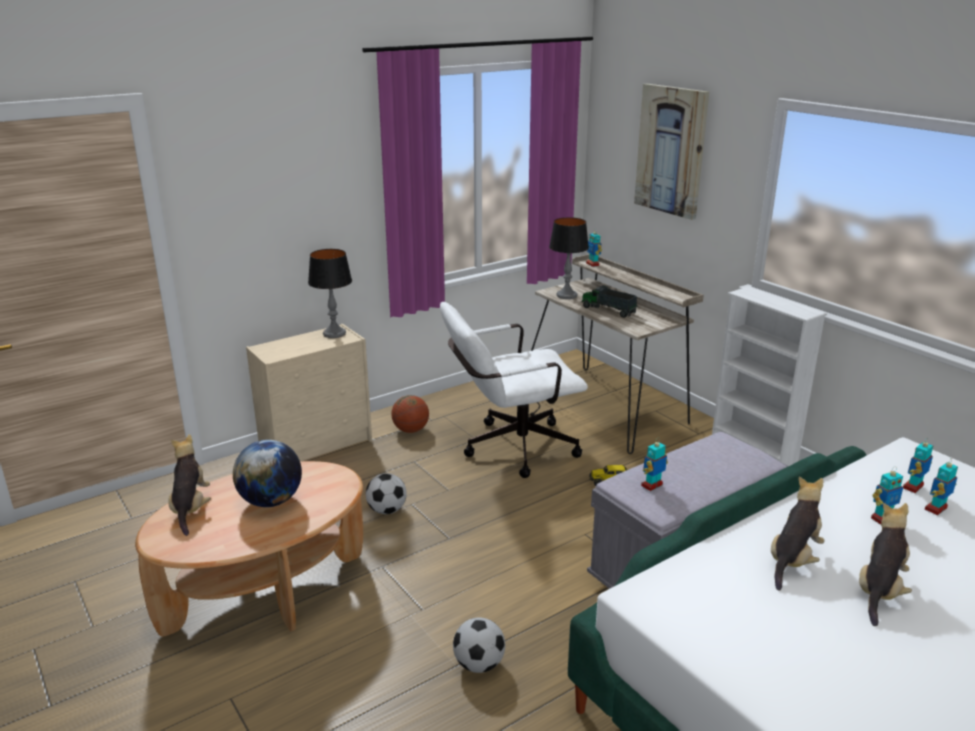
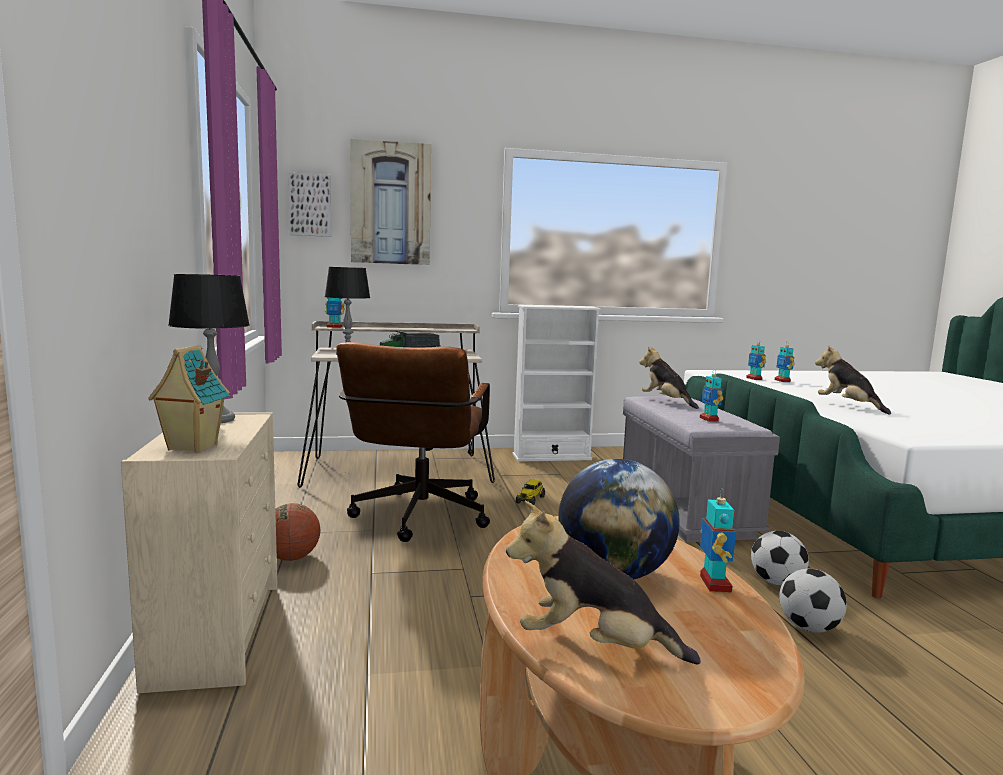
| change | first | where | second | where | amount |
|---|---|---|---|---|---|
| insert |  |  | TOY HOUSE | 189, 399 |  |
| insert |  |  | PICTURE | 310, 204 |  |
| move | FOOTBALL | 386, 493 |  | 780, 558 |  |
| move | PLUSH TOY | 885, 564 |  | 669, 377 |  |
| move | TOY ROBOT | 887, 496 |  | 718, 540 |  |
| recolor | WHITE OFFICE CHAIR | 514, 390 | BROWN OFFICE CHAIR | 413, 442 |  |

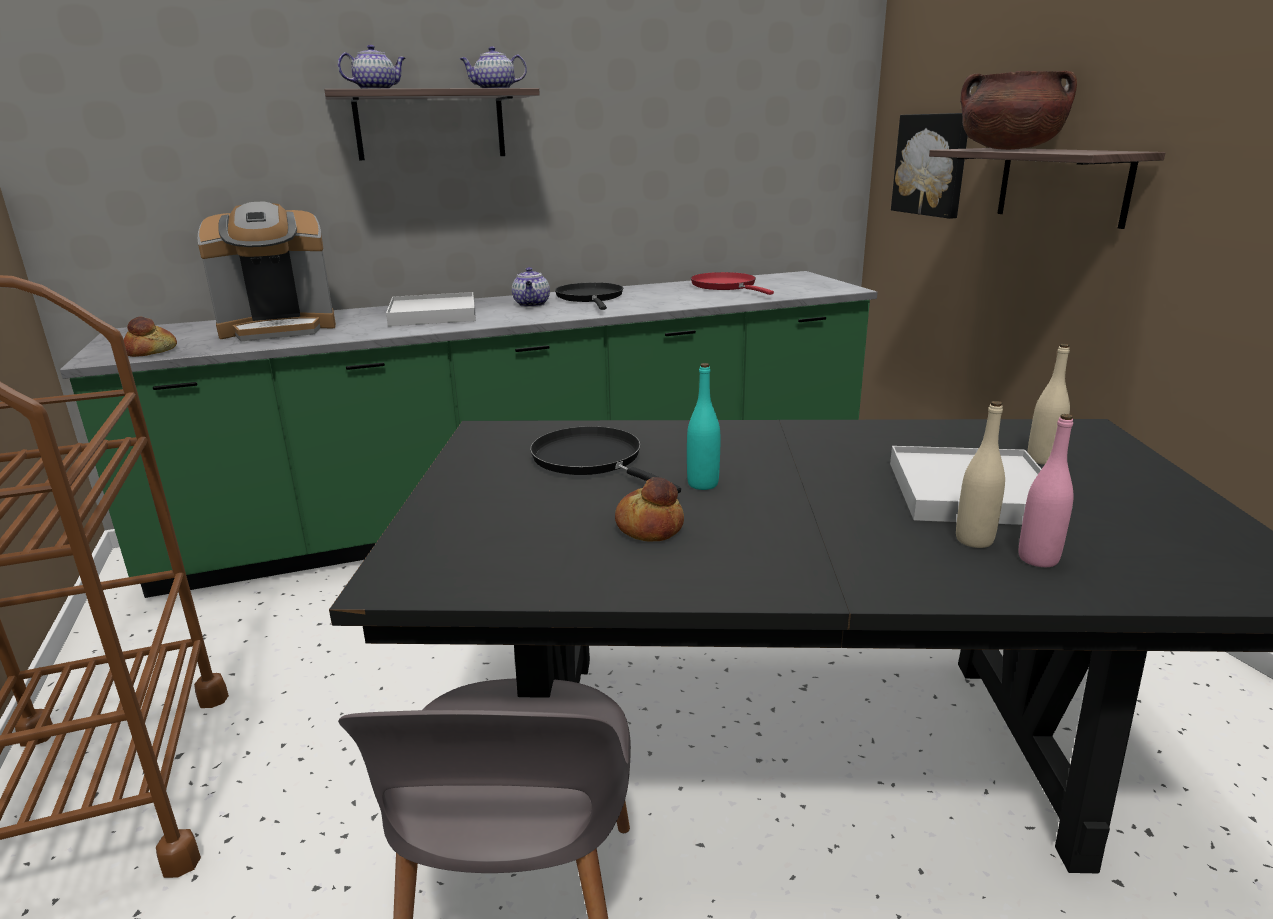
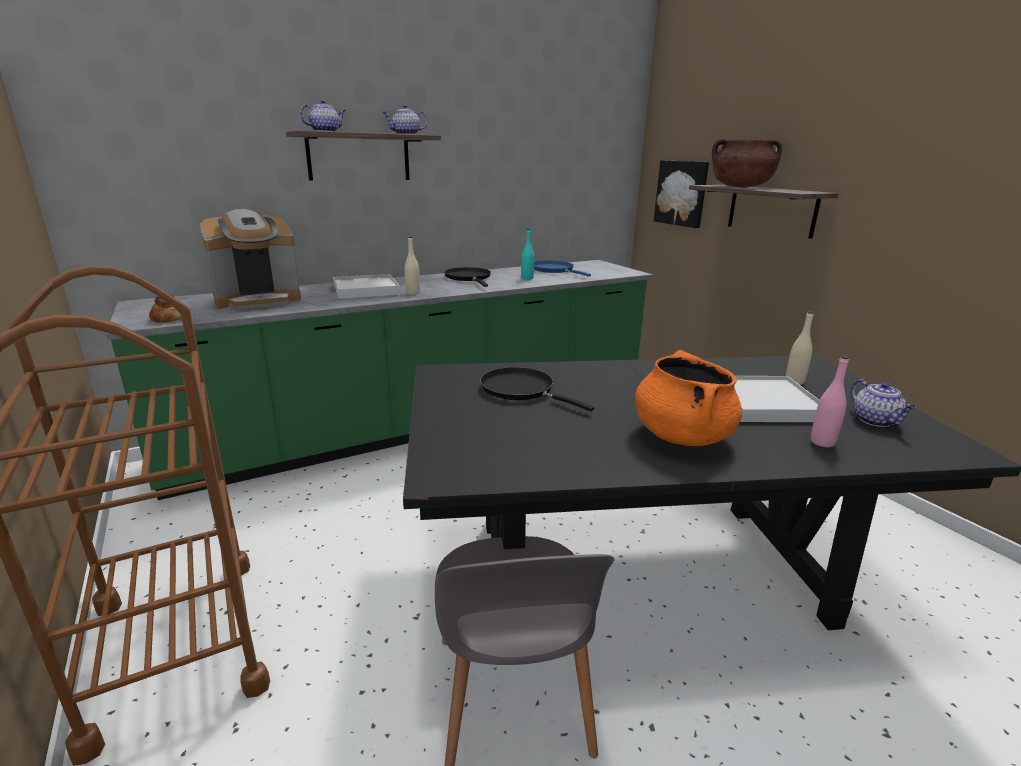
| change | first | where | second | where | amount |
|---|---|---|---|---|---|
| delete | BREAD | 649, 509 |  |  |  |
| insert |  |  | ORANGE COOKING POT | 688, 398 |  |
| move | TEAPOT | 531, 287 |  | 883, 403 |  |
| move | TURQUOISE BOTTLE | 703, 426 |  | 527, 254 |  |
| move | BEIGE BOTTLE | 980, 474 |  | 412, 266 |  |
| recolor | RED FRYING PAN | 732, 283 | BLUE FRYING PAN | 562, 269 |  |

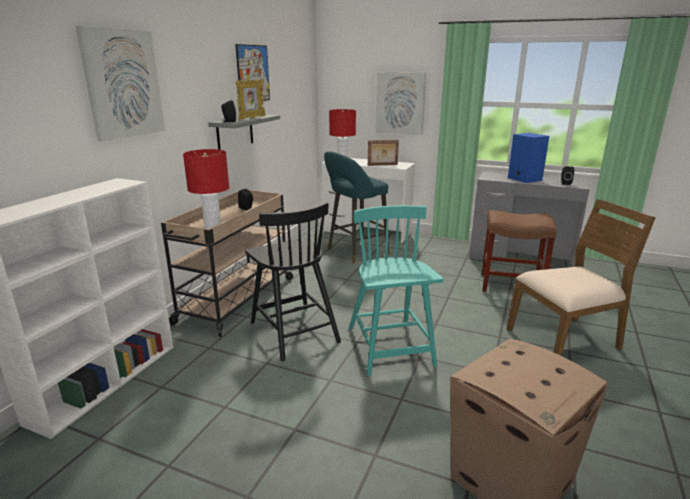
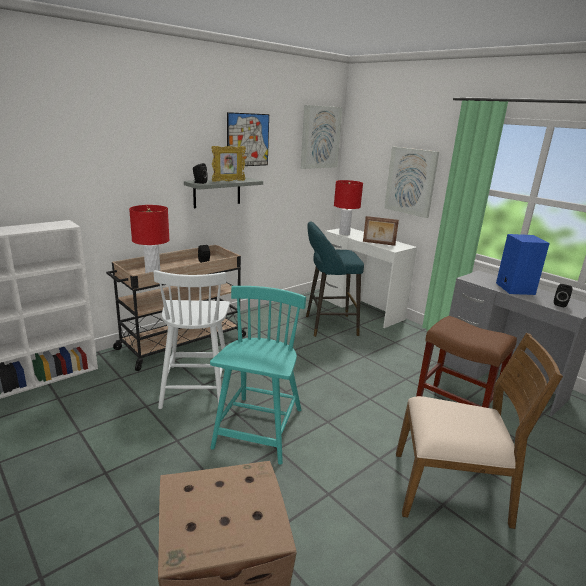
| change | first | where | second | where | amount |
|---|---|---|---|---|---|
| move | PICTURE | 120, 84 |  | 321, 137 |  |
| recolor | BLACK CHAIR | 293, 281 | WHITE CHAIR | 191, 339 |  |

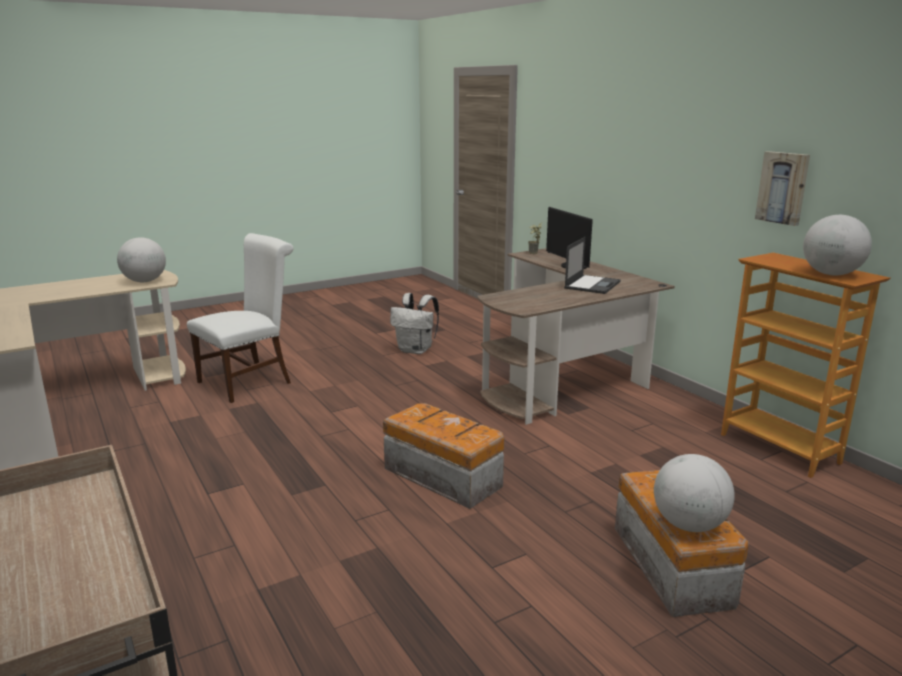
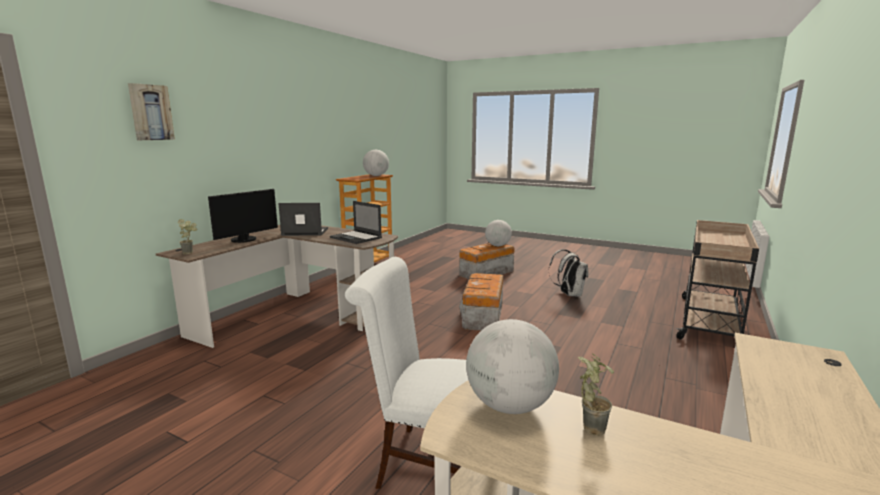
| change | first | where | second | where | amount |
|---|---|---|---|---|---|
| insert |  |  | LAPTOP | 356, 222 |  |
| insert |  |  | POTTED PLANT | 596, 394 |  |
| move | WHITE BACKPACK | 414, 323 |  | 568, 273 |  |
| move | PICTURE | 782, 188 |  | 151, 111 |  |

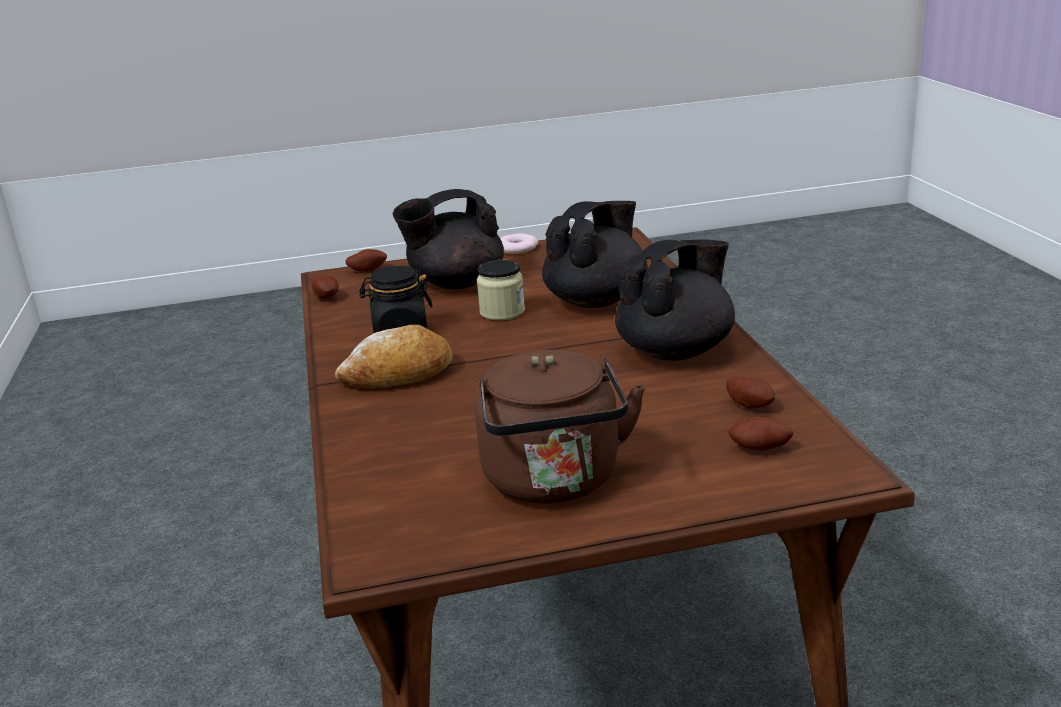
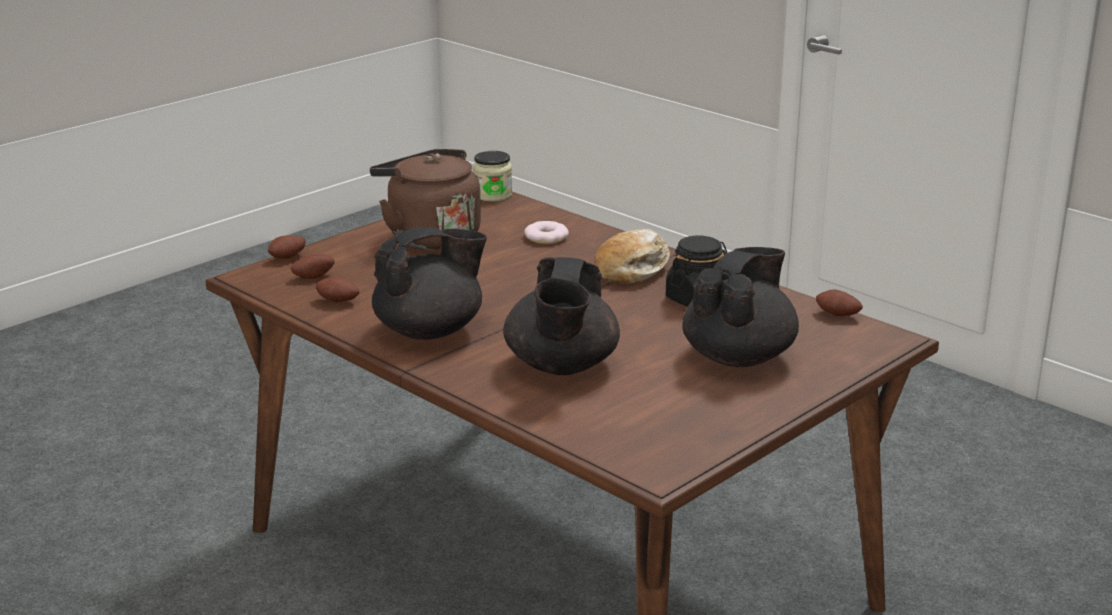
| change | first | where | second | where | amount |
|---|---|---|---|---|---|
| move | POTATO | 366, 260 |  | 287, 247 |  |
| move | JAR | 501, 290 |  | 492, 176 |  |
| move | DONUT | 519, 243 |  | 546, 232 |  |
| rotate | BLACK TEAPOT | 675, 300 |  | 429, 283 | 135 degrees counterclockwise |

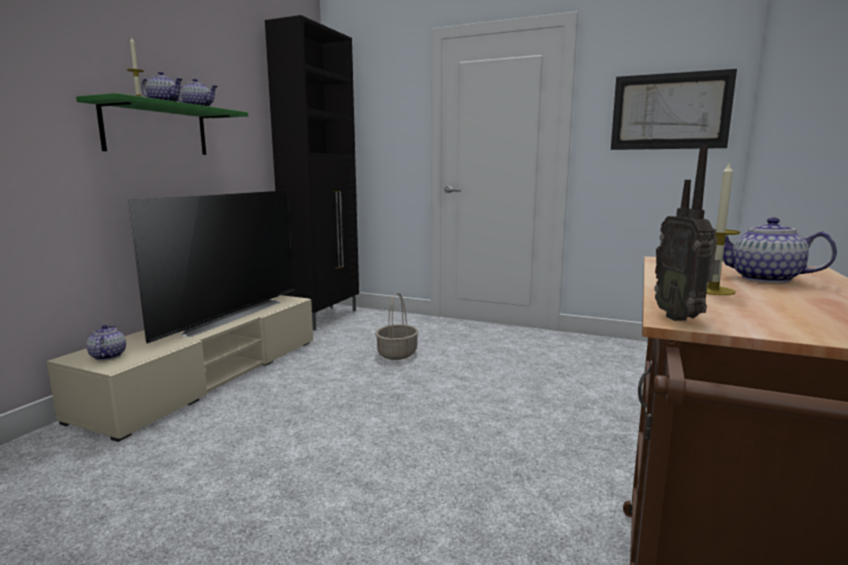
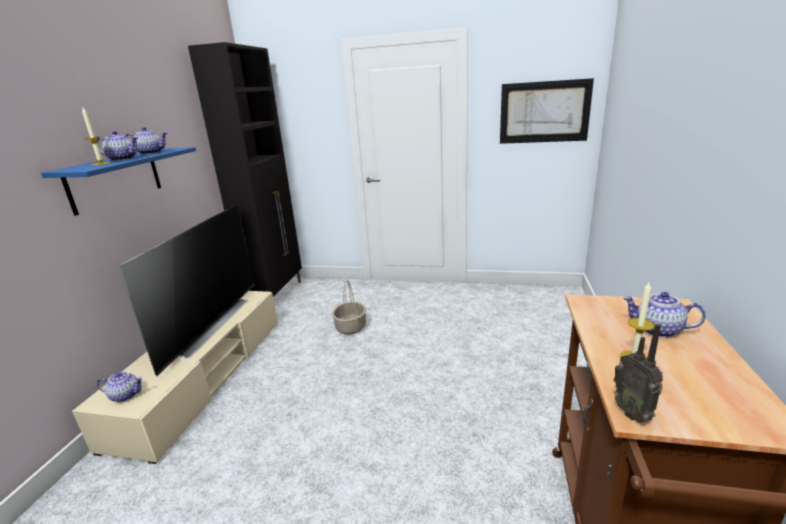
| change | first | where | second | where | amount |
|---|---|---|---|---|---|
| recolor | GREEN SHELF | 162, 124 | BLUE SHELF | 118, 181 |  |
| rotate | TEAPOT | 106, 342 |  | 120, 387 | 120 degrees clockwise |

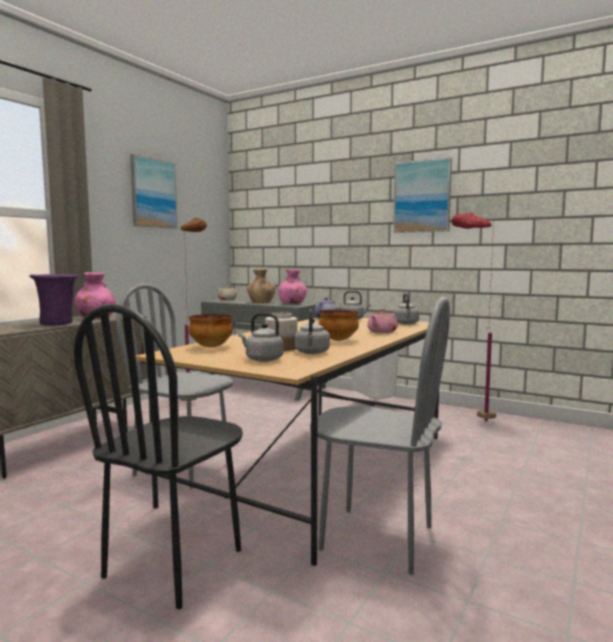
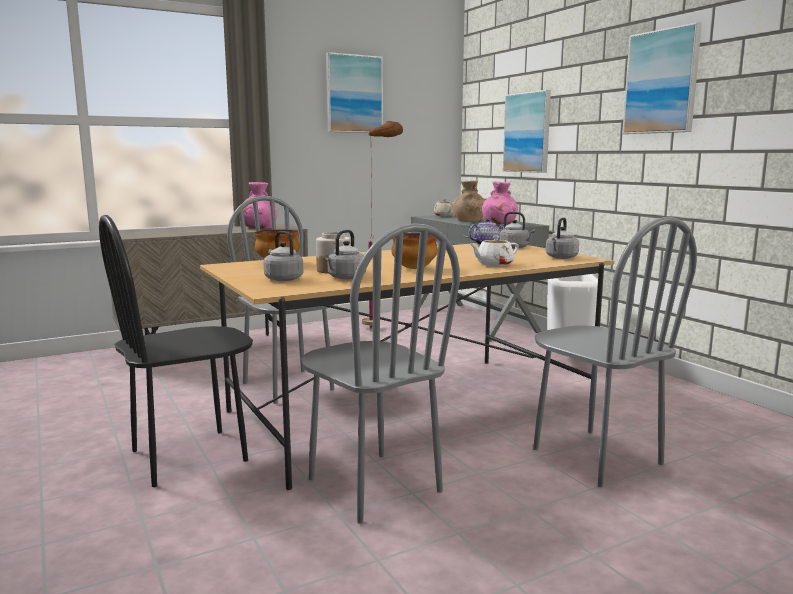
| change | first | where | second | where | amount |
|---|---|---|---|---|---|
| delete | PURPLE VASE | 54, 299 |  |  |  |
| delete | RED FLOOR LAMP | 474, 317 |  |  |  |
| insert |  |  | PICTURE | 527, 131 |  |
| insert |  |  | GREY CHAIR | 615, 352 |  |
| recolor | PINK TEAPOT | 382, 321 | WHITE TEAPOT | 494, 251 |  |

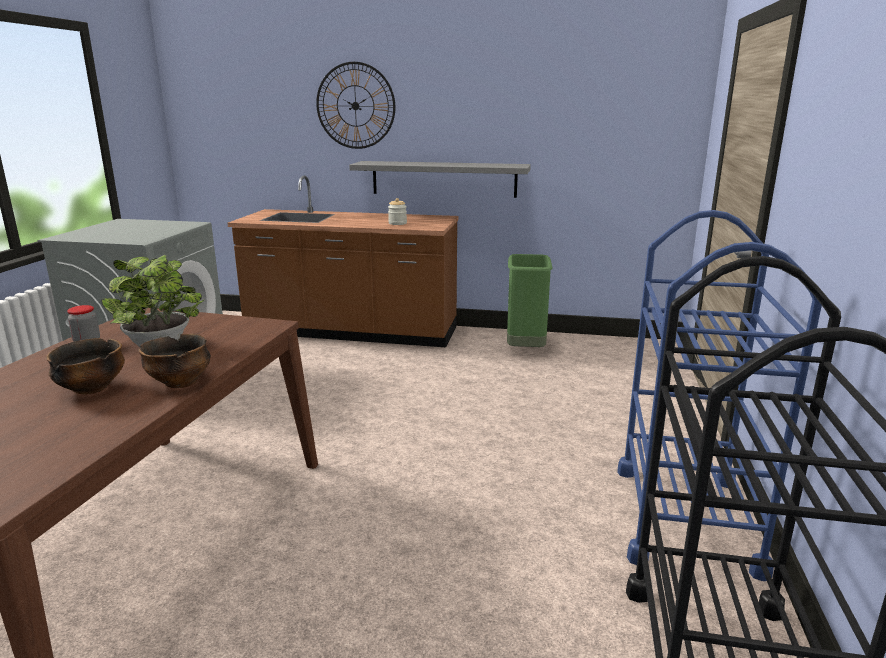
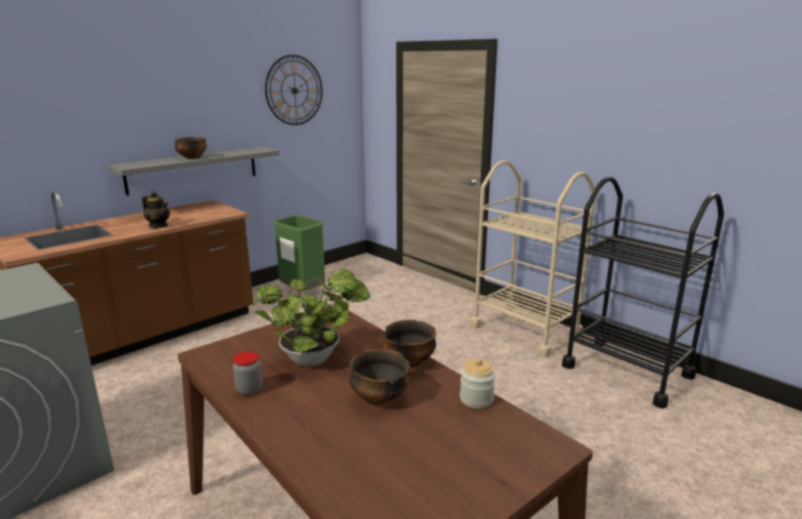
| change | first | where | second | where | amount |
|---|---|---|---|---|---|
| insert |  |  | TEAPOT | 156, 209 |  |
| insert |  |  | BOWL | 191, 148 |  |
| move | WALL CLOCK | 355, 105 |  | 294, 90 |  |
| move | JAR | 397, 211 |  | 478, 383 |  |
| recolor | BLUE CART | 719, 395 | BEIGE CART | 533, 259 |  |

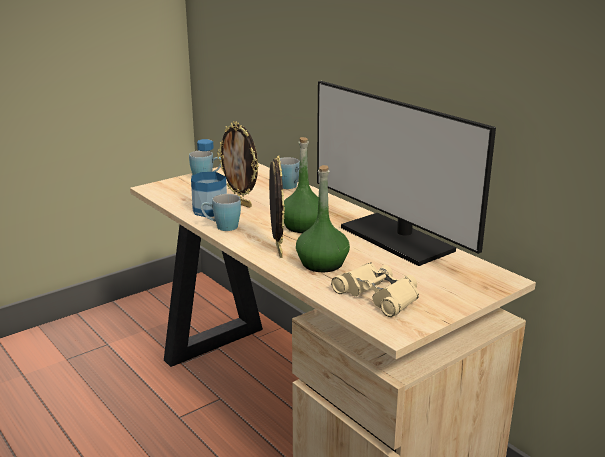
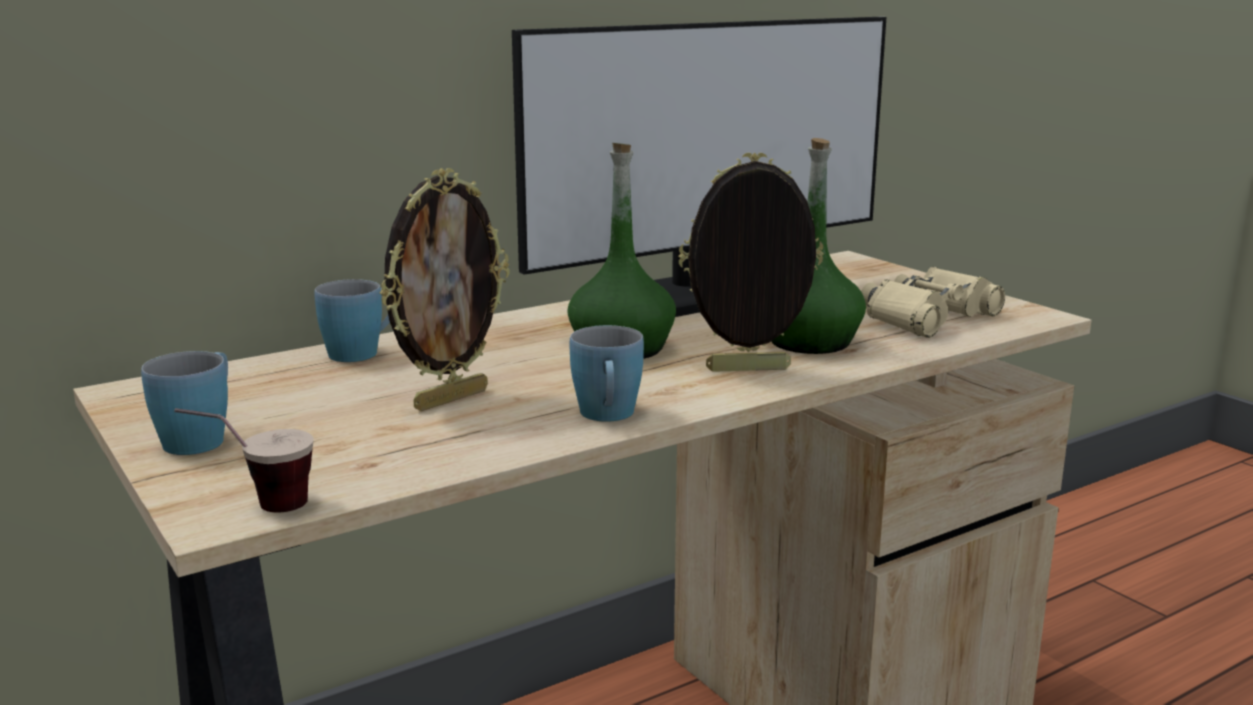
| change | first | where | second | where | amount |
|---|---|---|---|---|---|
| delete | BOTTLE | 209, 178 |  |  |  |
| insert |  |  | CUP | 244, 460 |  |

